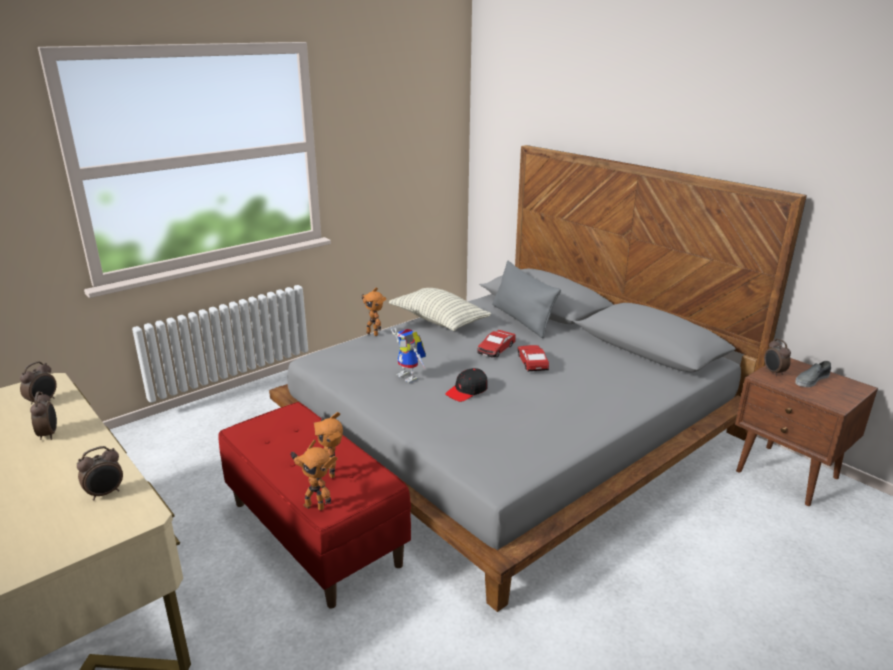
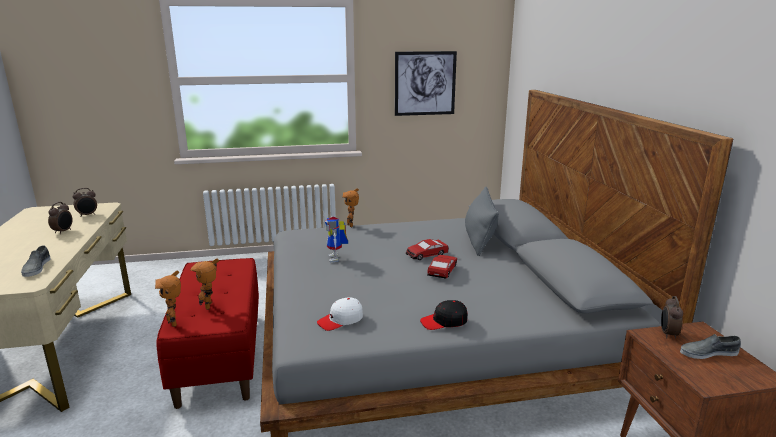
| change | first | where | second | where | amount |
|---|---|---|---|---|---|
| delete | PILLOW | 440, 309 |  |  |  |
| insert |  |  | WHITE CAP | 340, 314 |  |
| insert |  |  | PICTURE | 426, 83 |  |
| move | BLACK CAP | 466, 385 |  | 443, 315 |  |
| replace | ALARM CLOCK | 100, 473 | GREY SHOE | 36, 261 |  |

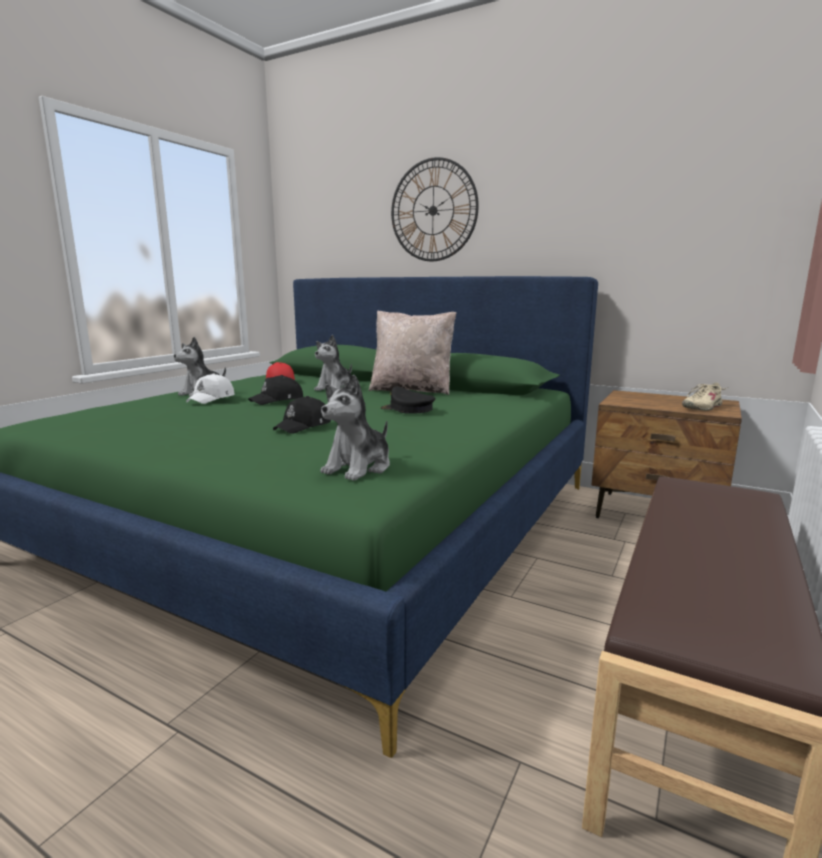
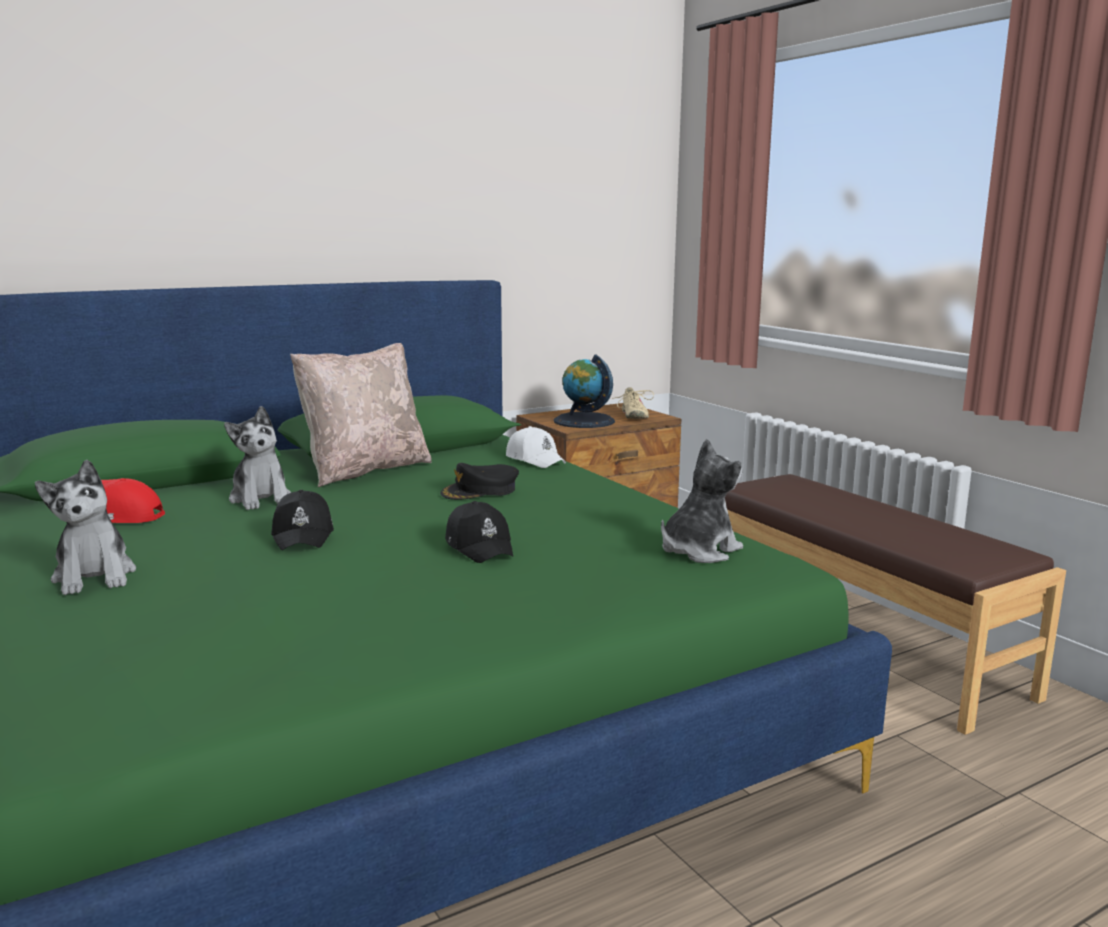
| change | first | where | second | where | amount |
|---|---|---|---|---|---|
| delete | WALL CLOCK | 435, 209 |  |  |  |
| insert |  |  | GLOBE | 584, 391 |  |
| move | WHITE CAP | 210, 388 |  | 536, 447 |  |
| rotate | PLUSH TOY | 355, 428 |  | 702, 501 | 105 degrees counterclockwise |

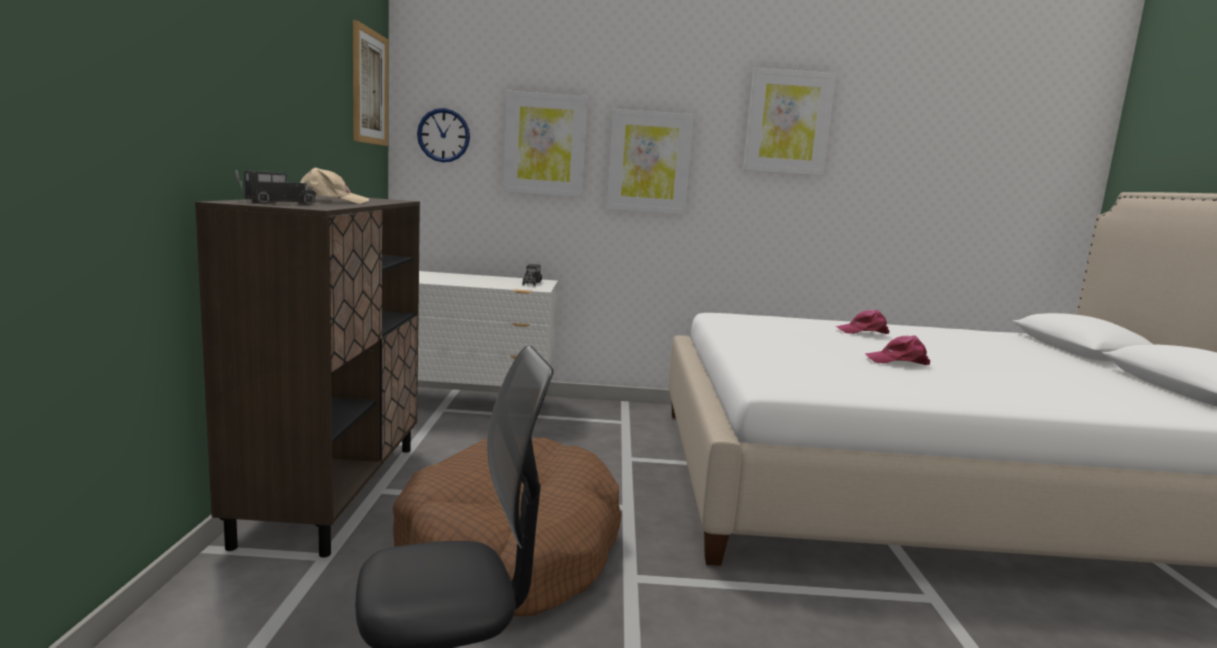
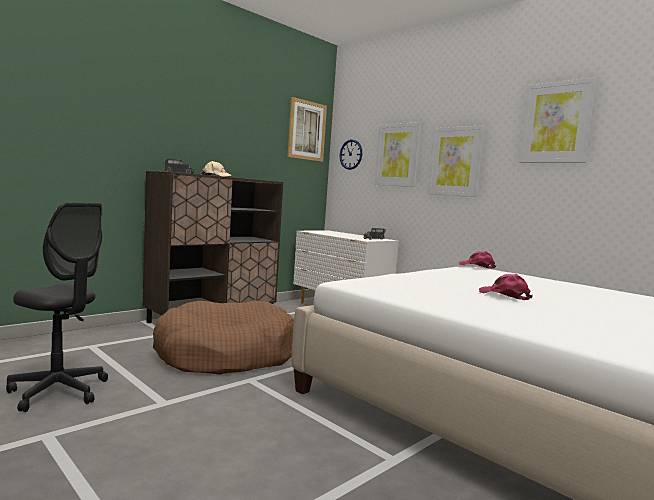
| change | first | where | second | where | amount |
|---|---|---|---|---|---|
| move | PINK CAP | 863, 322 |  | 477, 260 |  |

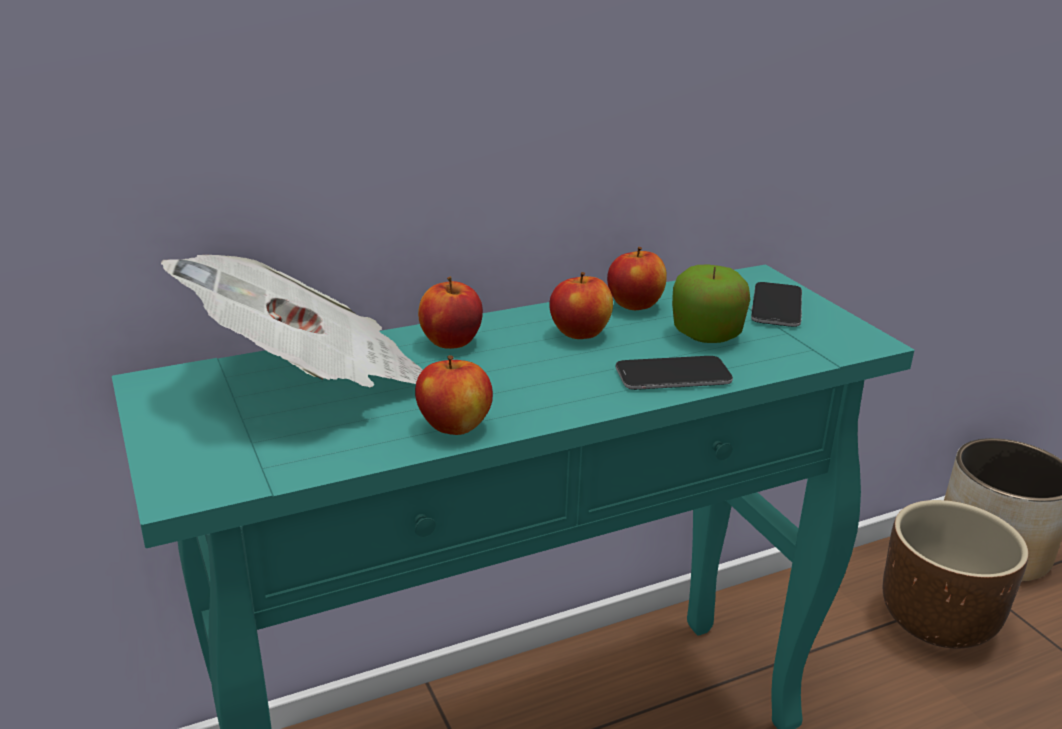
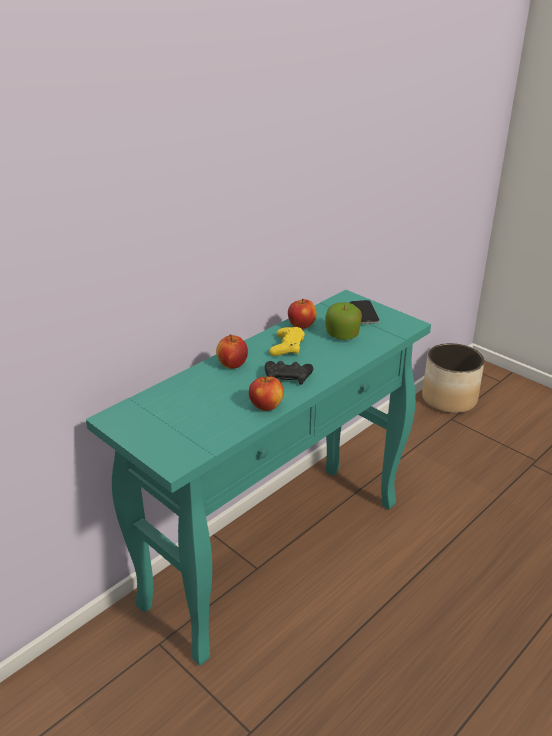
| change | first | where | second | where | amount |
|---|---|---|---|---|---|
| delete | NEWSPAPER | 292, 321 |  |  |  |
| delete | PHONE | 674, 373 |  |  |  |
| delete | BROWN PLANTER | 955, 574 |  |  |  |
| insert |  |  | BLACK GAME CONTROLLER | 289, 373 |  |
| replace | APPLE | 581, 305 | YELLOW GAME CONTROLLER | 287, 341 |  |

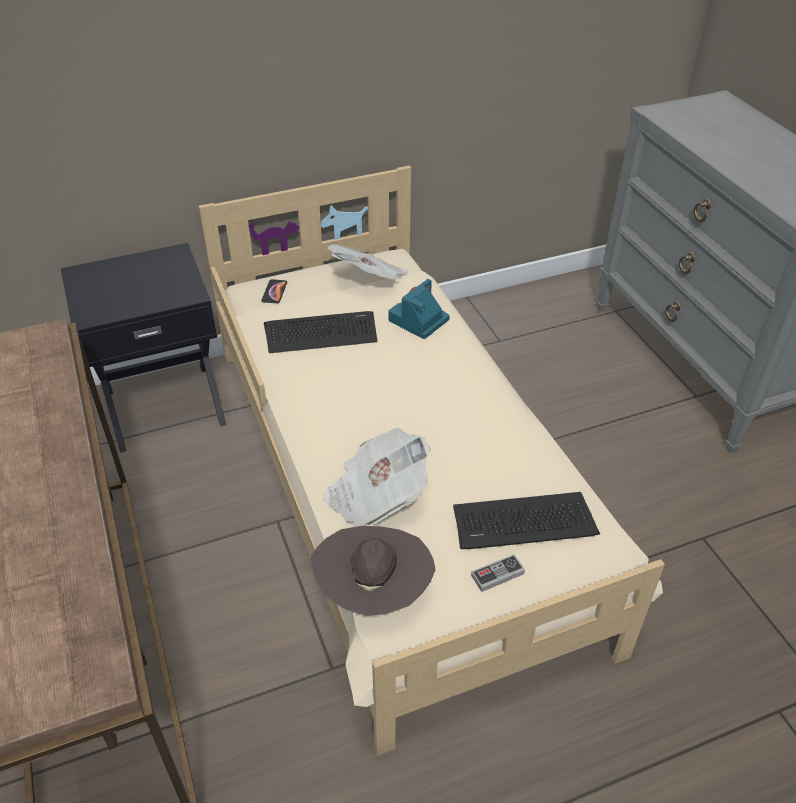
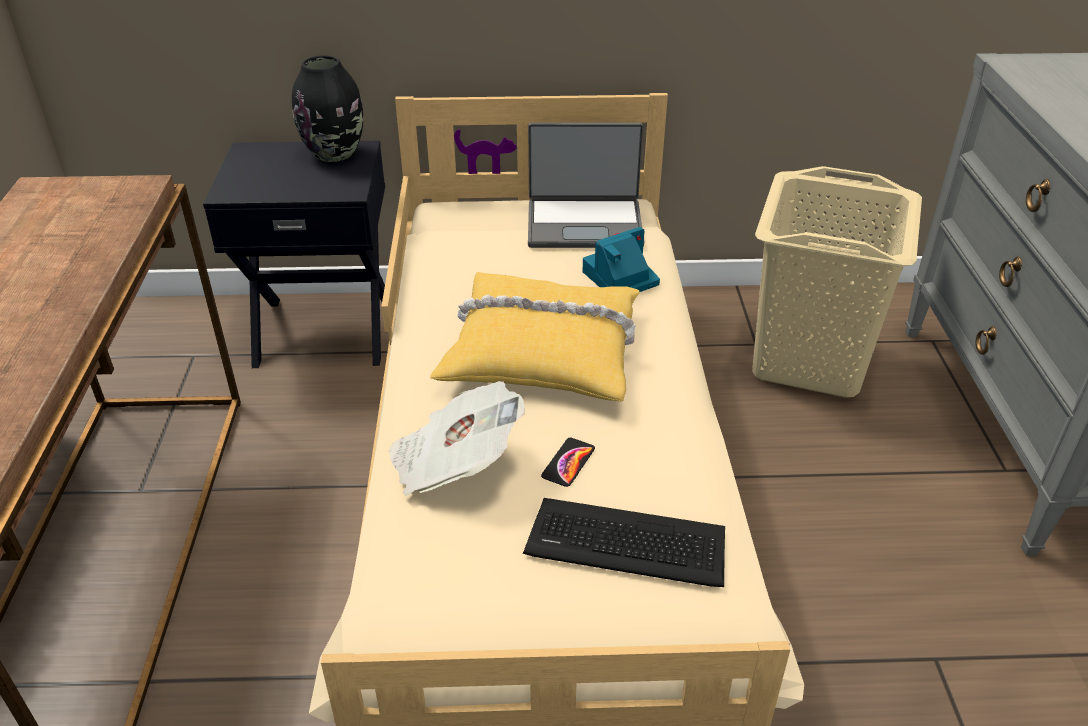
| change | first | where | second | where | amount |
|---|---|---|---|---|---|
| delete | KEYBOARD | 321, 332 |  |  |  |
| delete | BROWN HAT | 373, 571 |  |  |  |
| delete | GAME CONTROLLER | 498, 573 |  |  |  |
| insert |  |  | BLACK VASE | 327, 108 |  |
| insert |  |  | YELLOW PILLOW | 534, 336 |  |
| insert |  |  | BEIGE LAUNDRY BASKET | 837, 282 |  |
| move | PHONE | 274, 291 |  | 568, 462 |  |
| replace | NEWSPAPER | 367, 262 | LAPTOP | 586, 185 |  |

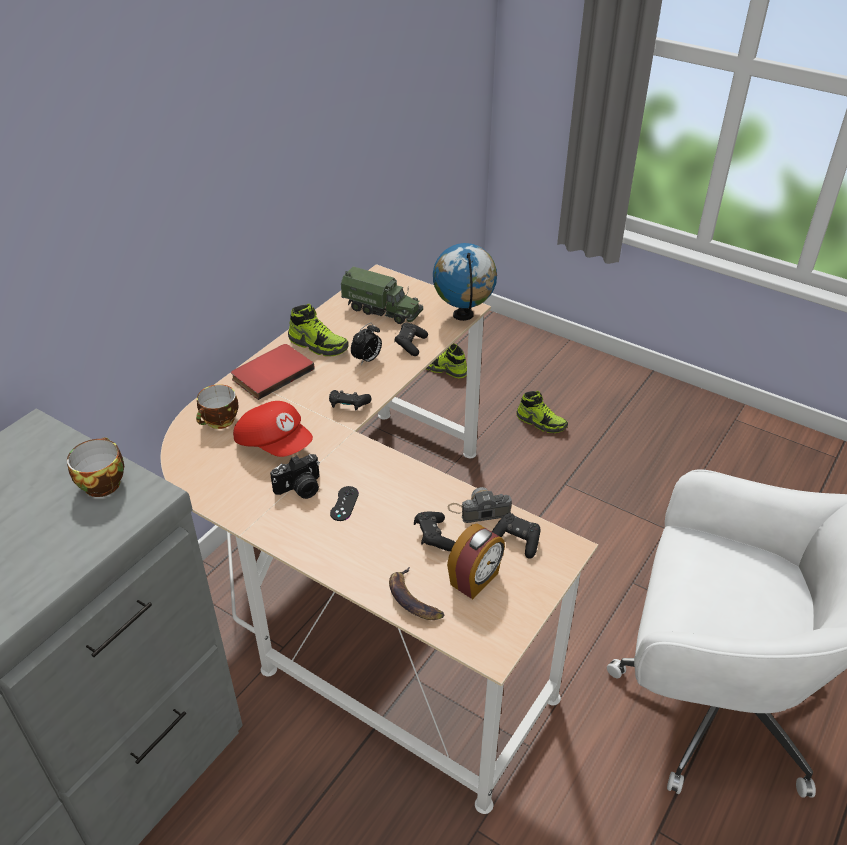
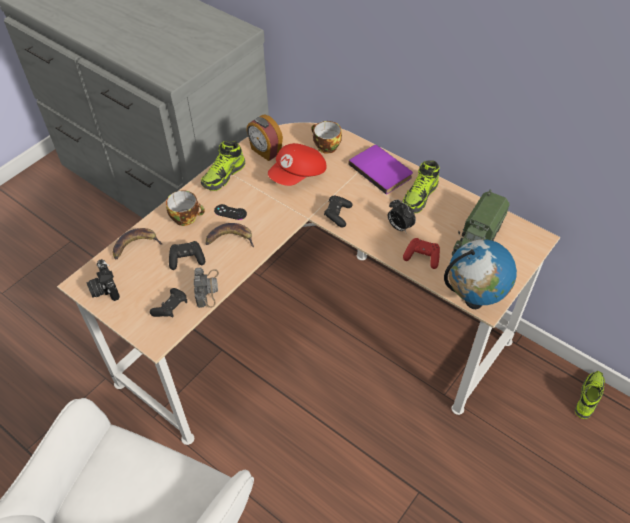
| change | first | where | second | where | amount |
|---|---|---|---|---|---|
| insert |  |  | BANANA | 229, 235 |  |
| move | CUP | 95, 467 |  | 185, 208 |  |
| move | PHOTO CAMERA | 295, 476 |  | 103, 280 |  |
| move | ALARM CLOCK | 476, 561 |  | 264, 137 |  |
| move | SHOE | 542, 412 |  | 223, 166 |  |
| recolor | RED BOOK | 273, 372 | PURPLE BOOK | 380, 170 |  |
| recolor | BLACK GAME CONTROLLER | 411, 339 | RED GAME CONTROLLER | 421, 253 |  |

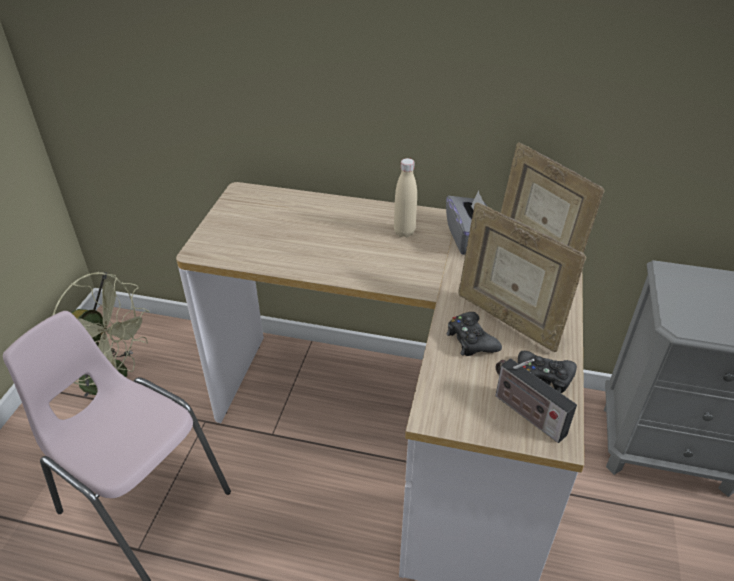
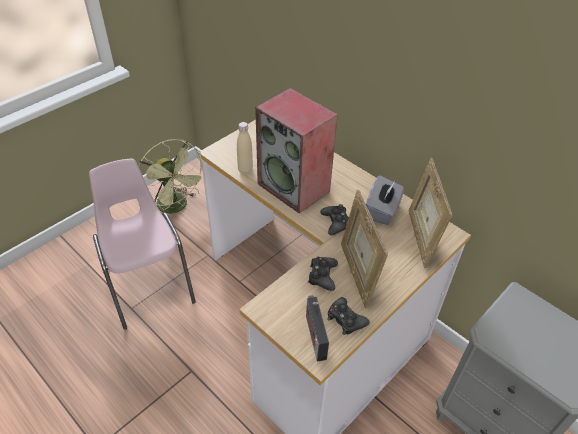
| change | first | where | second | where | amount |
|---|---|---|---|---|---|
| insert |  |  | SPEAKER | 296, 150 |  |
| insert |  |  | BLACK GAME CONTROLLER | 334, 219 |  |
| move | BEIGE BOTTLE | 405, 197 |  | 245, 148 |  |

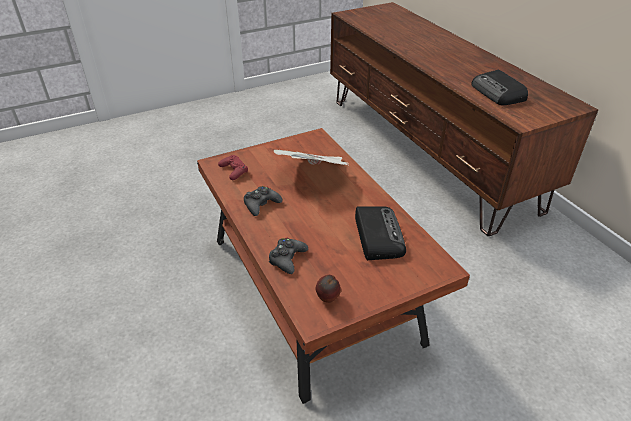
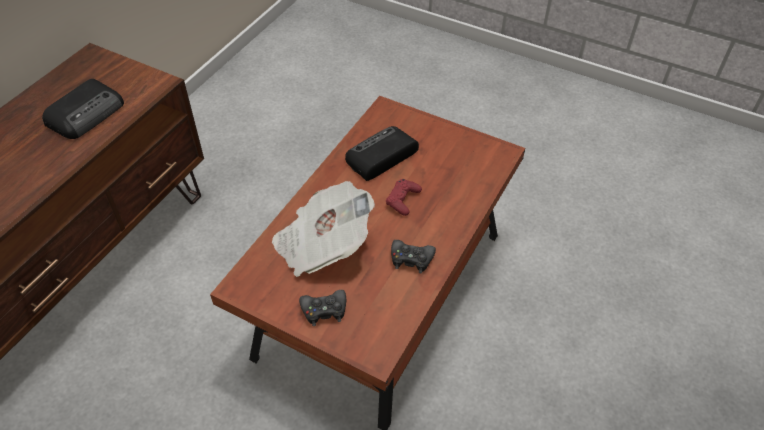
| change | first | where | second | where | amount |
|---|---|---|---|---|---|
| delete | APPLE | 328, 289 |  |  |  |
| move | RED GAME CONTROLLER | 233, 167 |  | 404, 197 |  |
| move | BLACK GAME CONTROLLER | 288, 256 |  | 322, 308 |  |

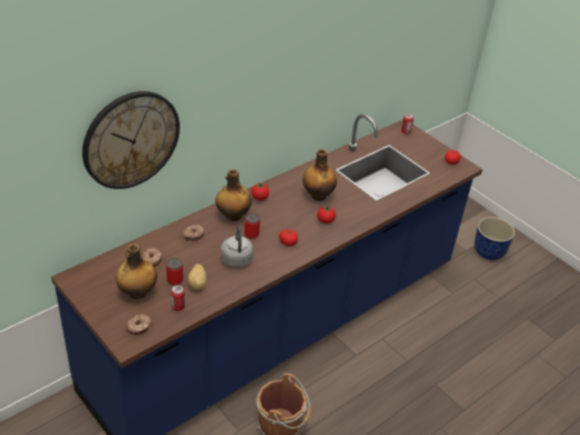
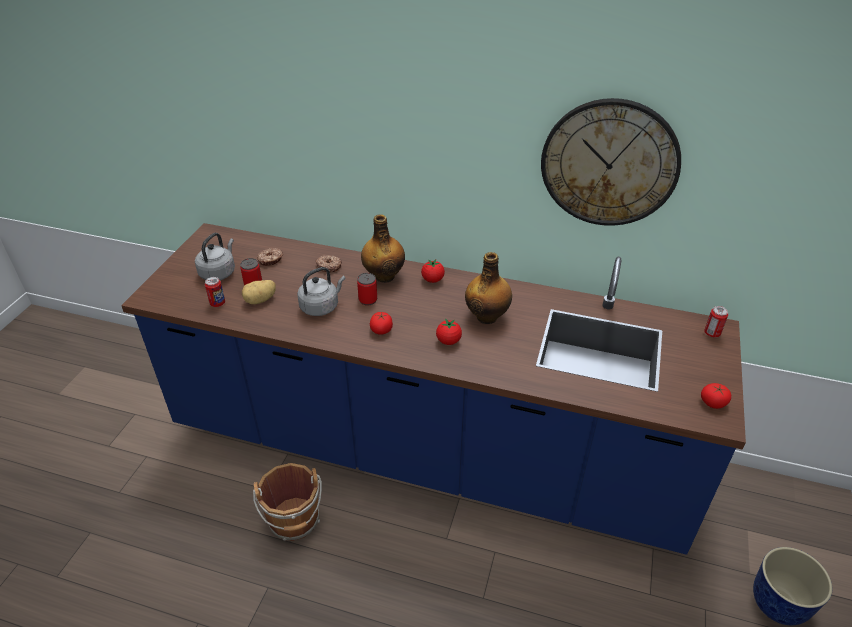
| change | first | where | second | where | amount |
|---|---|---|---|---|---|
| delete | DONUT | 138, 324 |  |  |  |
| move | WALL CLOCK | 131, 140 |  | 611, 162 |  |
| replace | BOTTLE | 136, 271 | GREY KETTLE | 215, 256 |  |

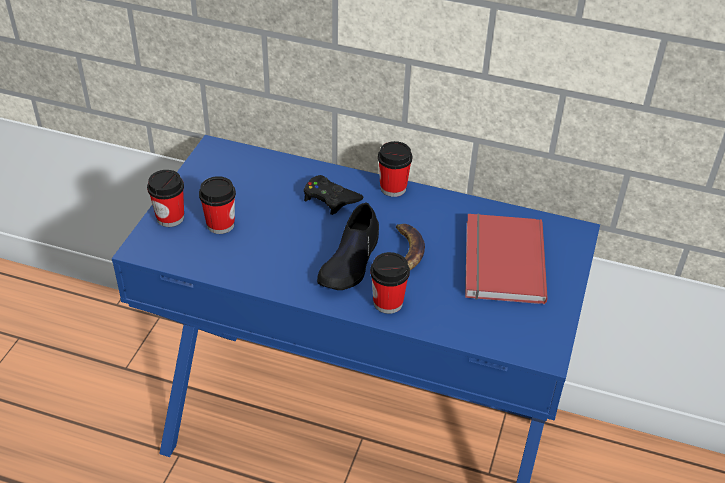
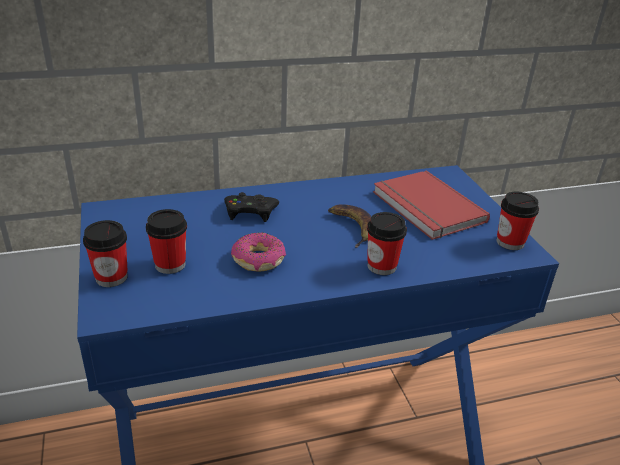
| change | first | where | second | where | amount |
|---|---|---|---|---|---|
| delete | BLACK SHOE | 348, 246 |  |  |  |
| insert |  |  | DONUT | 258, 252 |  |
| move | CUP | 395, 169 |  | 518, 221 |  |

